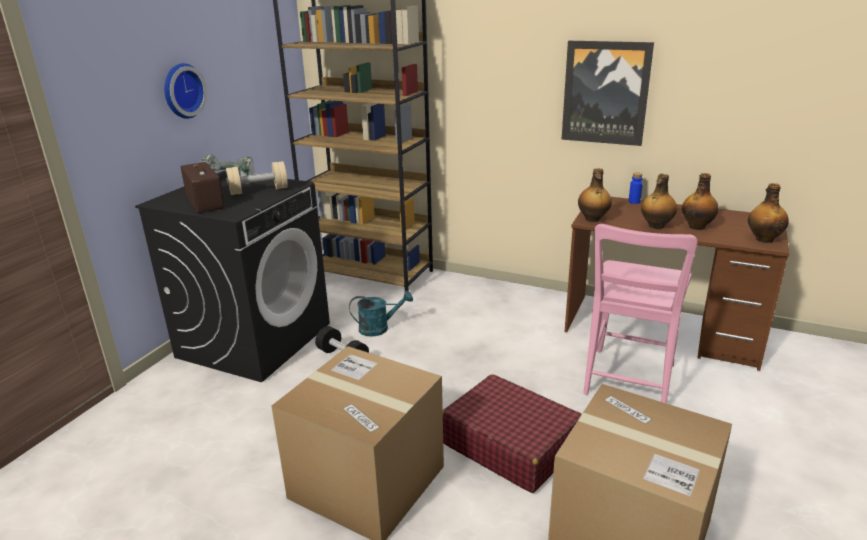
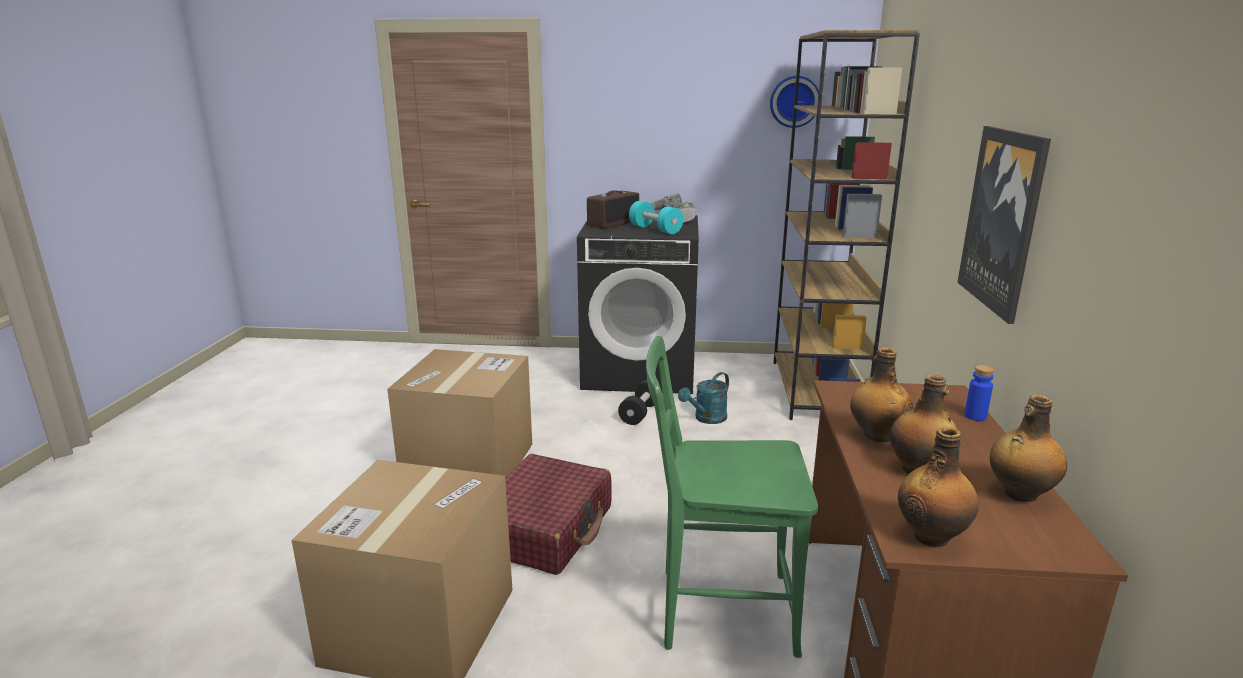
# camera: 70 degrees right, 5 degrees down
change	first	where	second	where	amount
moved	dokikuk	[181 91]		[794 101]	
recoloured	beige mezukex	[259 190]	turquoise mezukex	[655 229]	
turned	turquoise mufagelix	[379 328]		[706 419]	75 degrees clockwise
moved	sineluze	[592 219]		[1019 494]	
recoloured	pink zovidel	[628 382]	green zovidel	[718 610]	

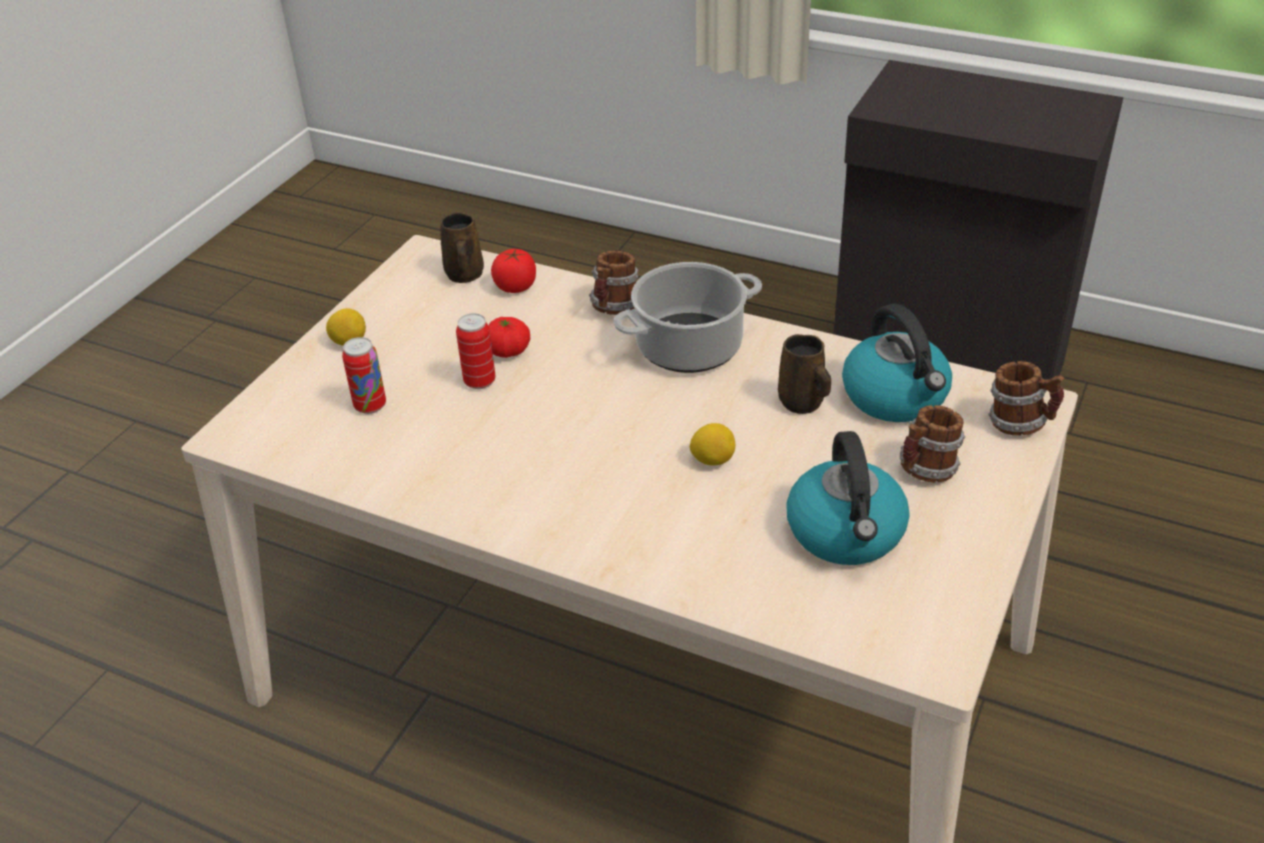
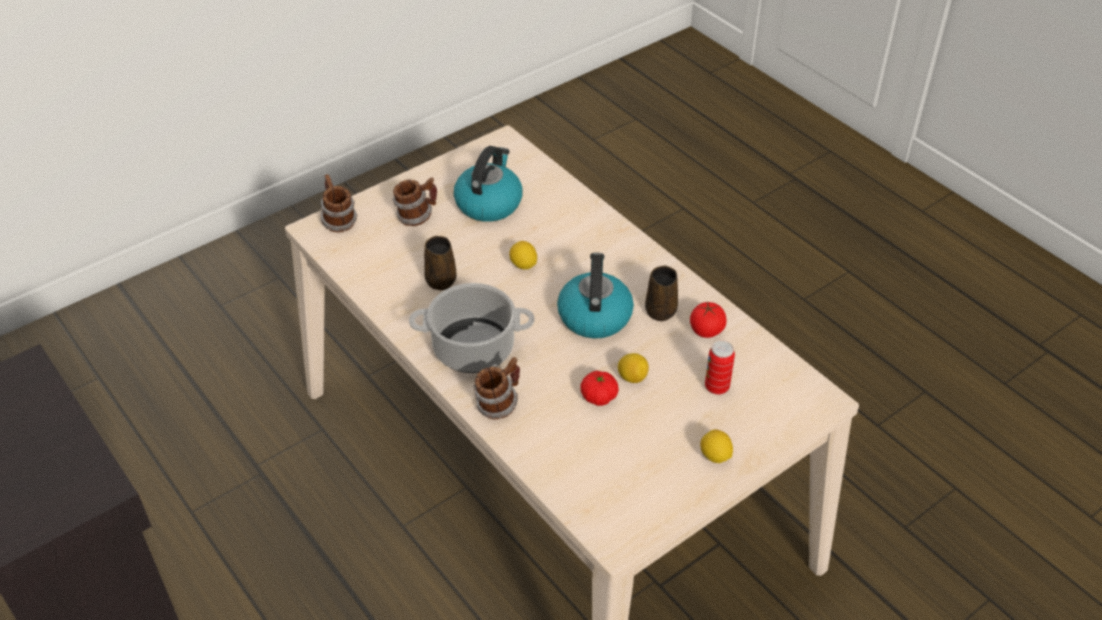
# camera: 155 degrees left, 5 degrees up
change	first	where	second	where	amount
moved	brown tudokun	[464 275]		[661 310]	
replaced	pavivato	[479 381]	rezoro	[632 377]	
moved	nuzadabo	[516 286]		[706 330]	
moved	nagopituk	[896 397]		[594 315]	

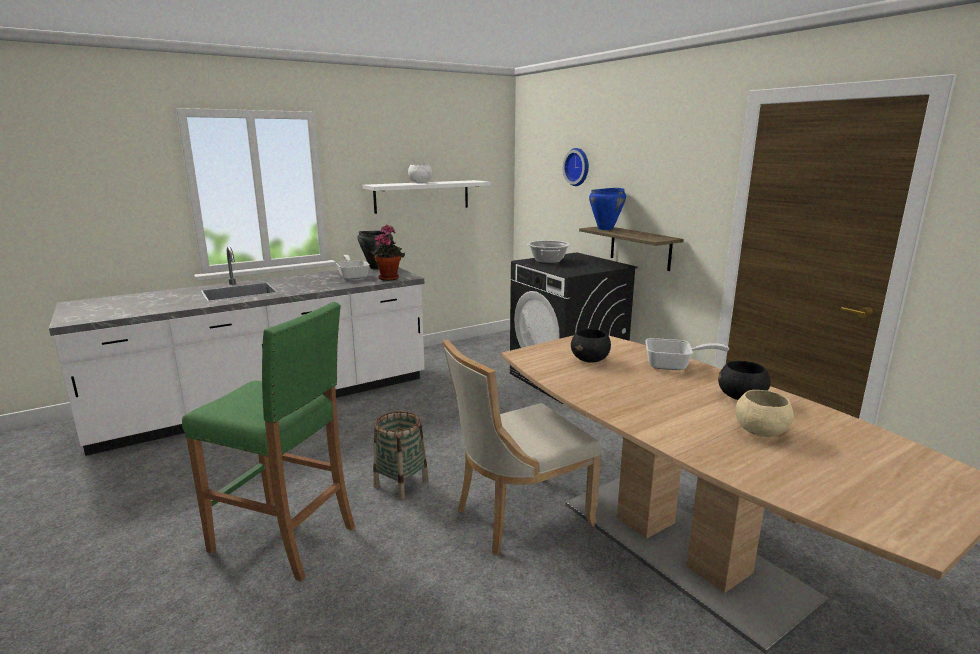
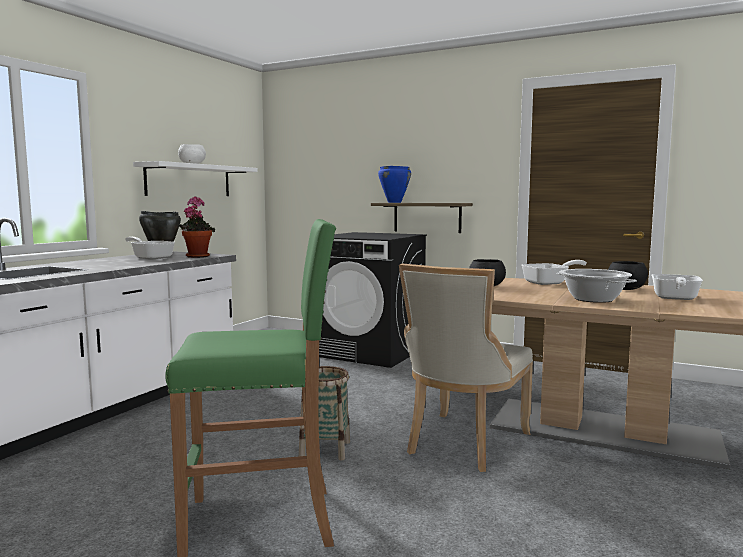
# camera: 30 degrees left, 10 degrees down
change	first	where	second	where	amount
moved	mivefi	[548 261]		[593 299]	
removed	dokikuk	[578 167]			
replaced	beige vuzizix	[759 432]	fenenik	[674 298]	

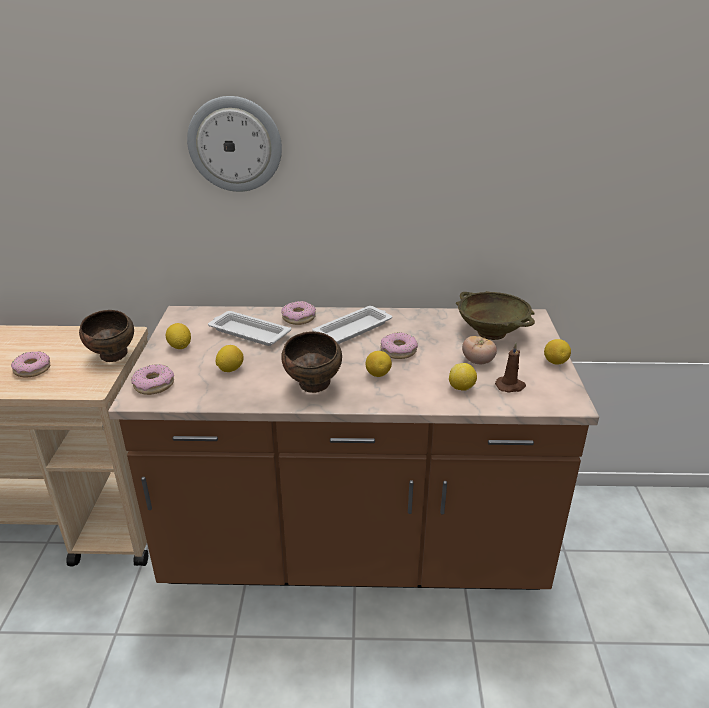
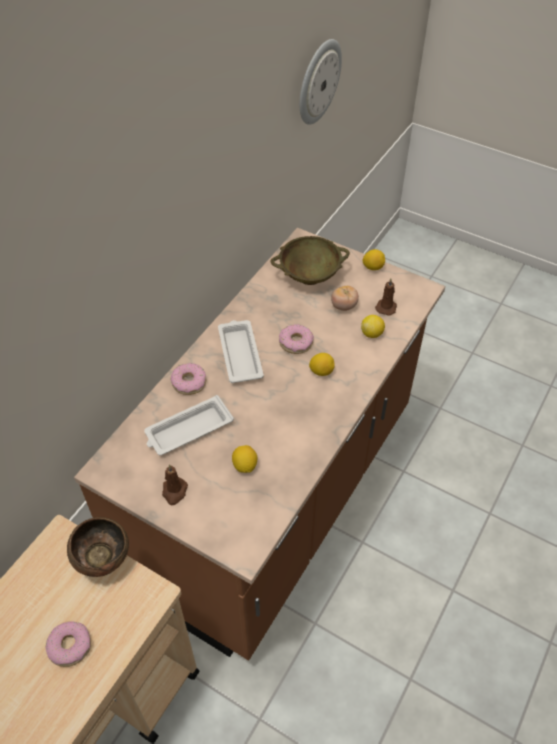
# camera: 60 degrees left, 20 degrees up
change	first	where	second	where	amount
removed	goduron	[154 385]			
replaced	rezoro	[180 347]	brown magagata	[174 492]	
moved	dokikuk	[235 144]		[318 81]	
removed	brown vuzizix	[314 387]			

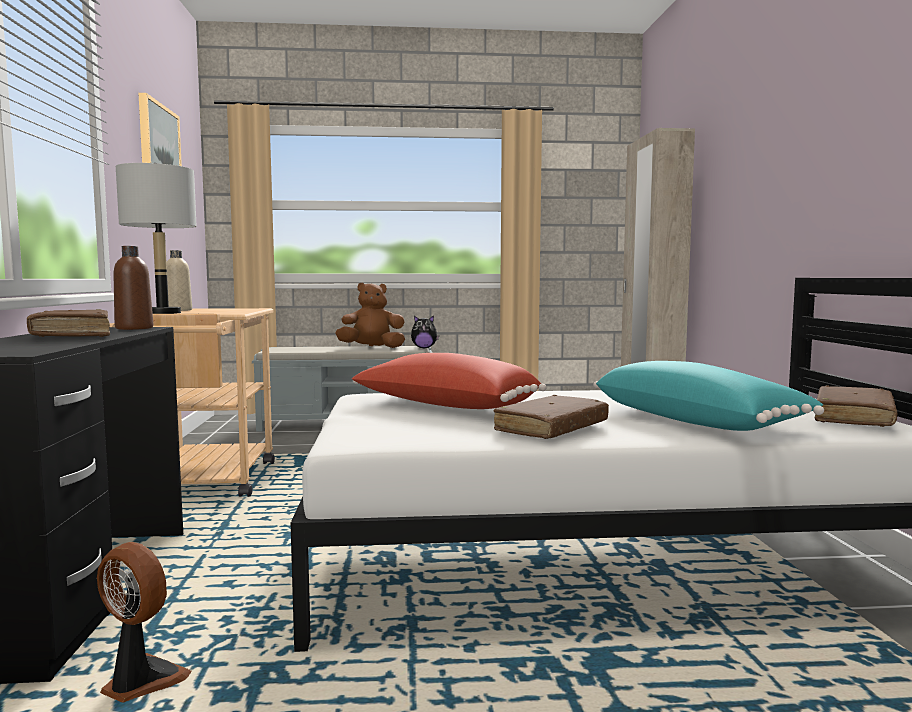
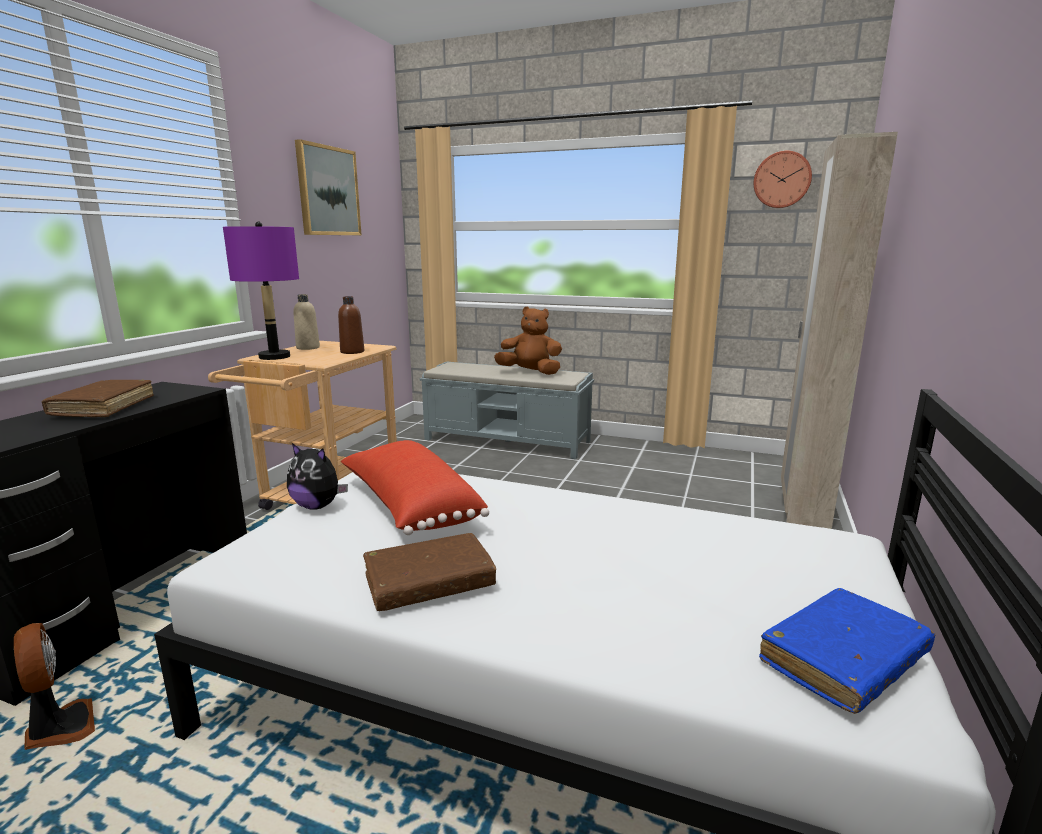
# camera: 25 degrees right, 10 degrees up
change	first	where	second	where	amount
moved	brown sineluze	[134 328]		[352 352]	
recoloured	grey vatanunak	[163 313]	purple vatanunak	[275 357]	
moved	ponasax	[424 348]		[317 506]	
removed	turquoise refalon	[697 421]			
recoloured	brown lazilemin	[853 417]	blue lazilemin	[843 660]	
added			dokikuk	[781 180]	

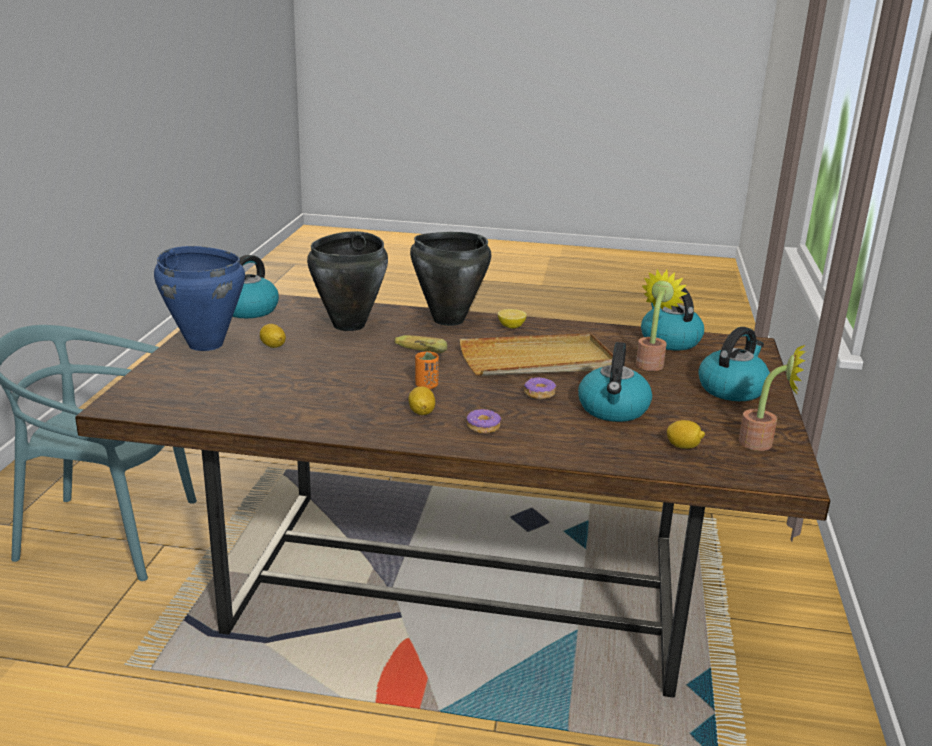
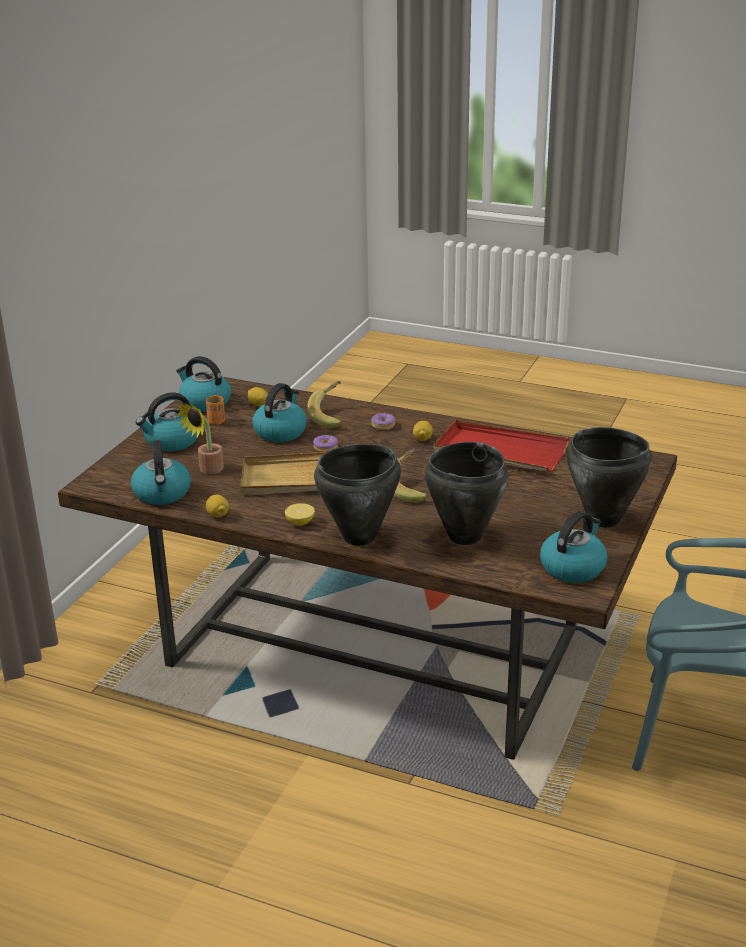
# camera: 165 degrees left, 5 degrees up
change	first	where	second	where	amount
recoloured	blue mivefi	[206 344]	black mivefi	[604 519]	
moved	rezoro	[273 346]		[218 515]	
moved	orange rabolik	[426 386]		[216 421]	
replaced	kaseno	[763 444]	nagopituk	[204 402]	
added			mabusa	[332 416]	
added			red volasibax	[500 451]	

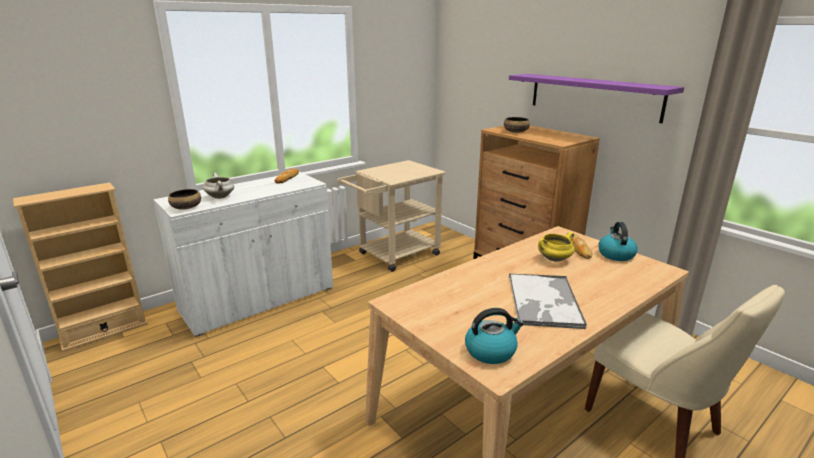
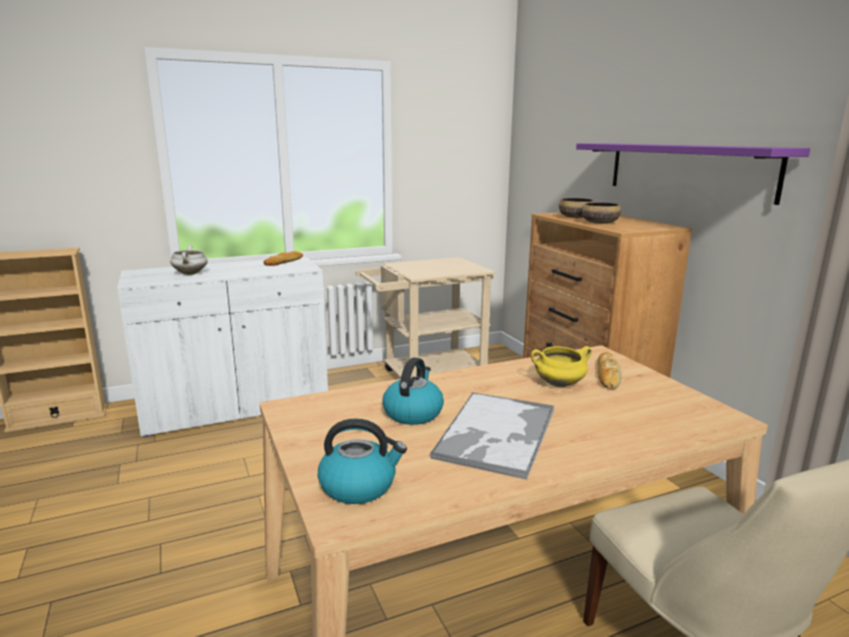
# camera: 15 degrees right, 5 degrees down
change	first	where	second	where	amount
moved	vuzizix	[186 207]		[600 223]	
moved	nagopituk	[615 254]		[413 412]	

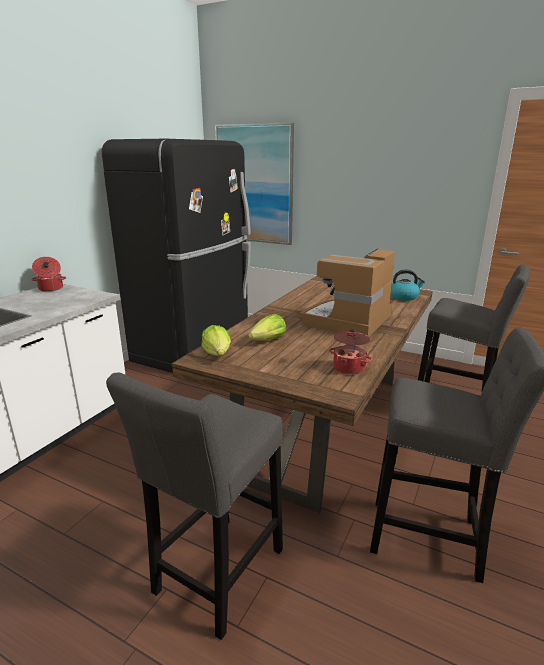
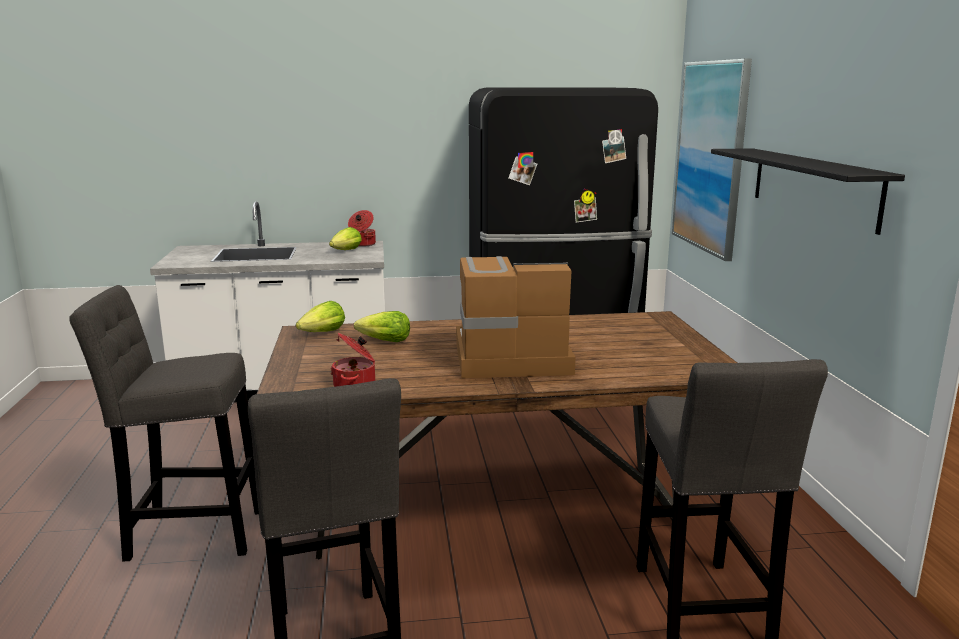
# camera: 55 degrees right, 5 degrees down
change	first	where	second	where	amount
removed	nagopituk	[404 297]			
added			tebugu	[346 251]	
added			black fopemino	[813 186]	

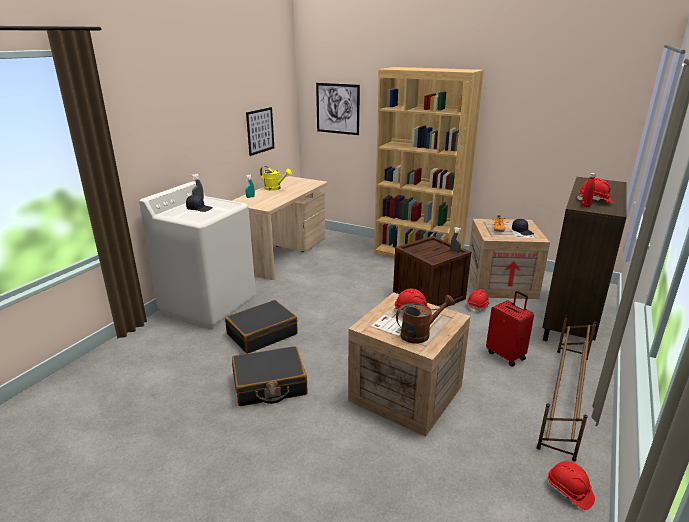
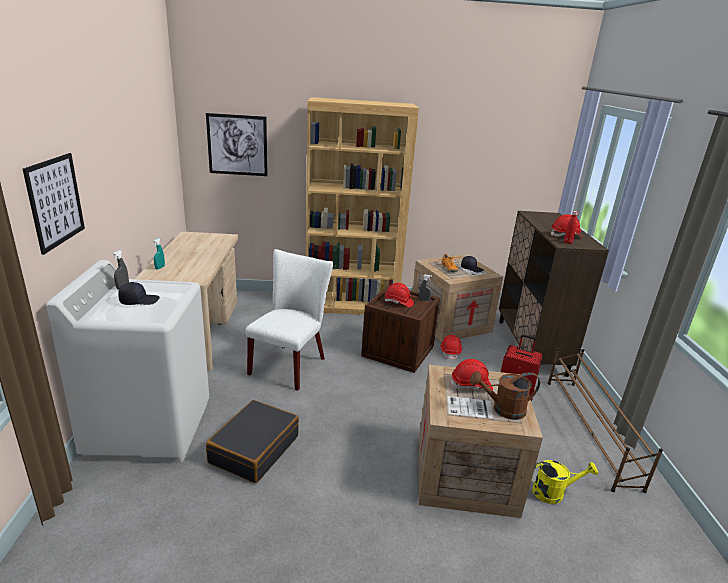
# camera: 30 degrees left, 0 degrees up
change	first	where	second	where	amount
removed	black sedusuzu	[269 385]			
moved	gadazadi	[260 131]		[55 201]	
moved	yellow mufagelix	[275 188]		[553 492]	
turned	brown mufagelix	[420 334]		[503 410]	135 degrees counterclockwise
moved	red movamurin	[569 491]		[398 302]	
added			white zovidel	[291 364]	

